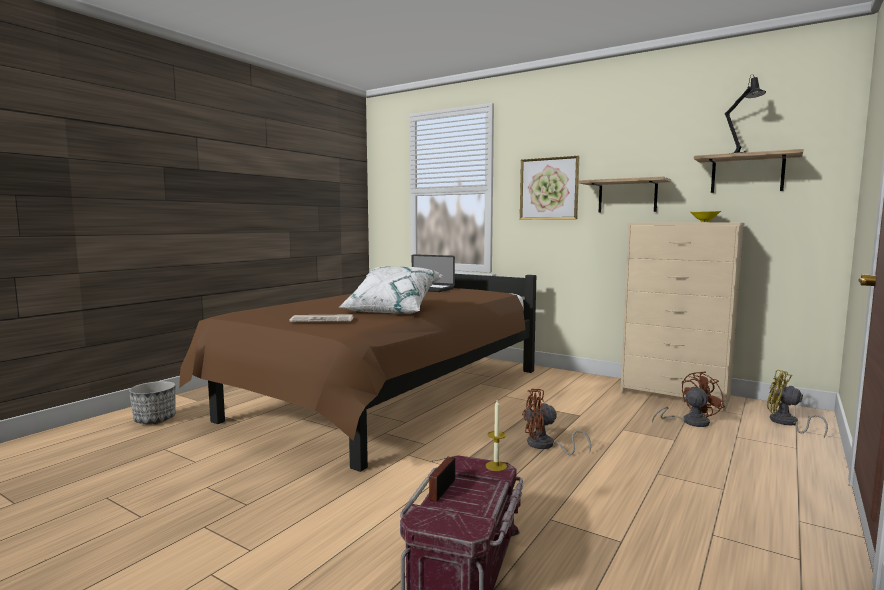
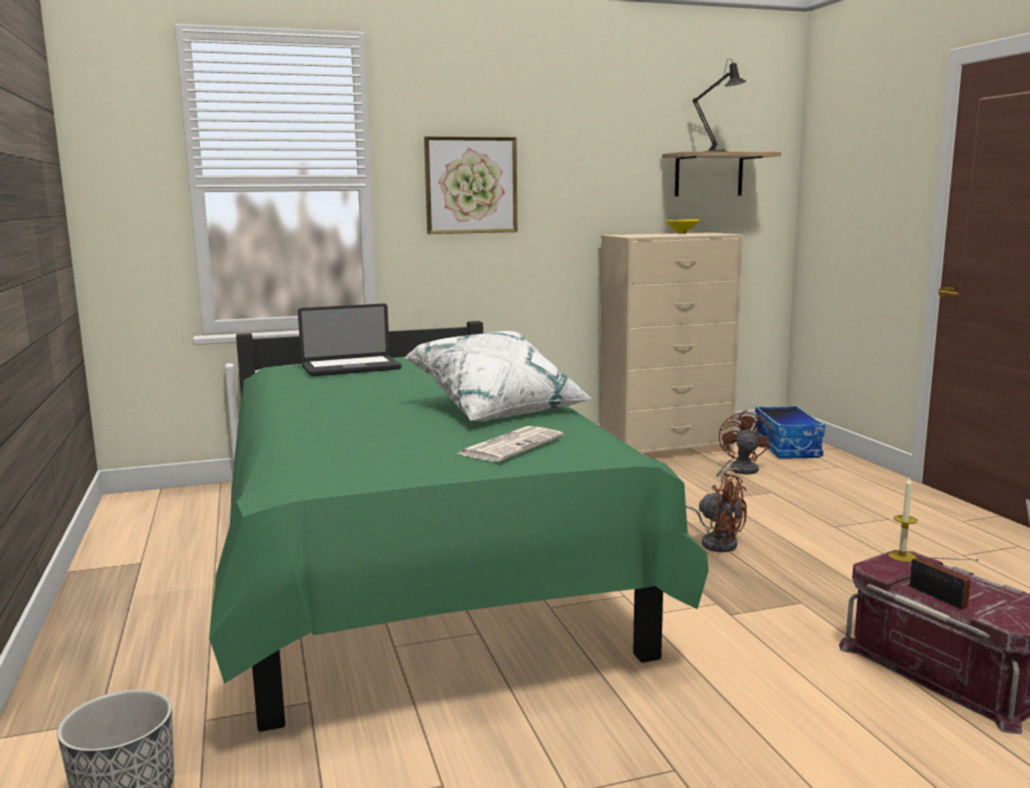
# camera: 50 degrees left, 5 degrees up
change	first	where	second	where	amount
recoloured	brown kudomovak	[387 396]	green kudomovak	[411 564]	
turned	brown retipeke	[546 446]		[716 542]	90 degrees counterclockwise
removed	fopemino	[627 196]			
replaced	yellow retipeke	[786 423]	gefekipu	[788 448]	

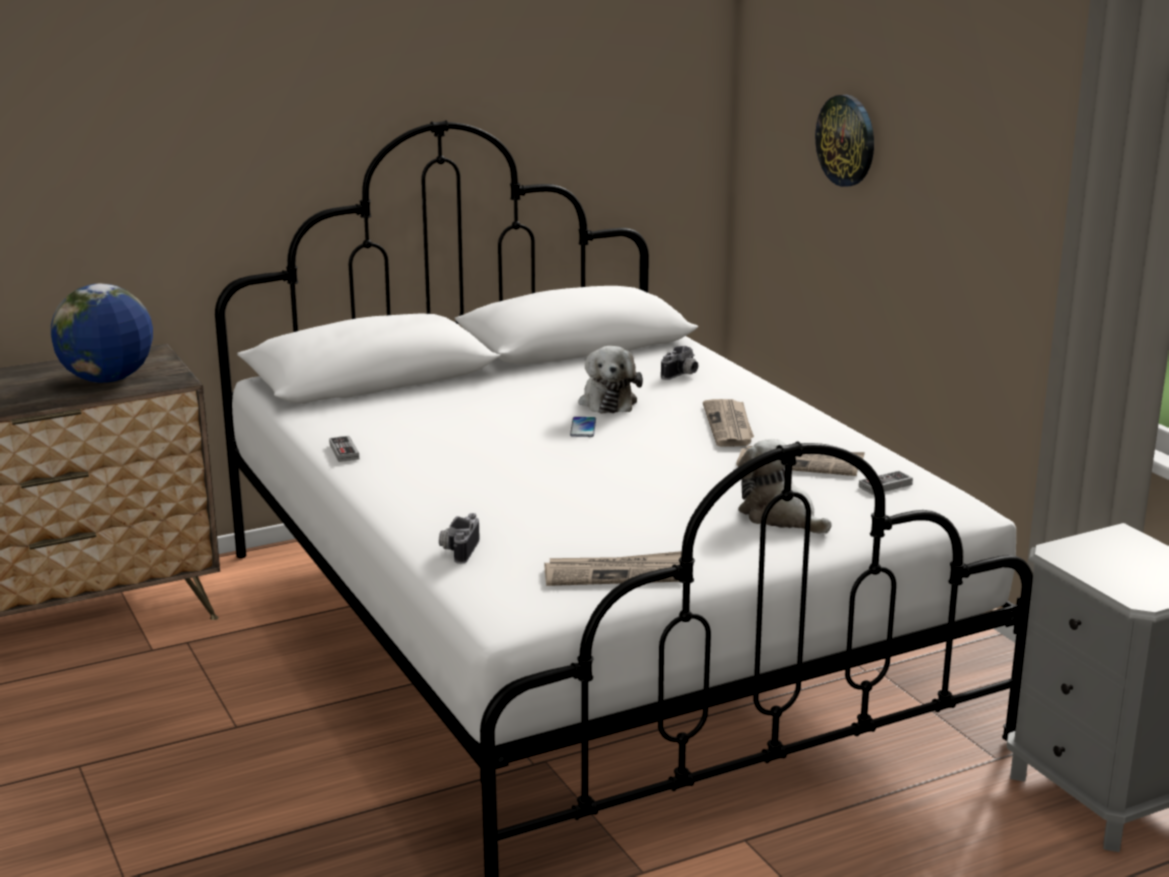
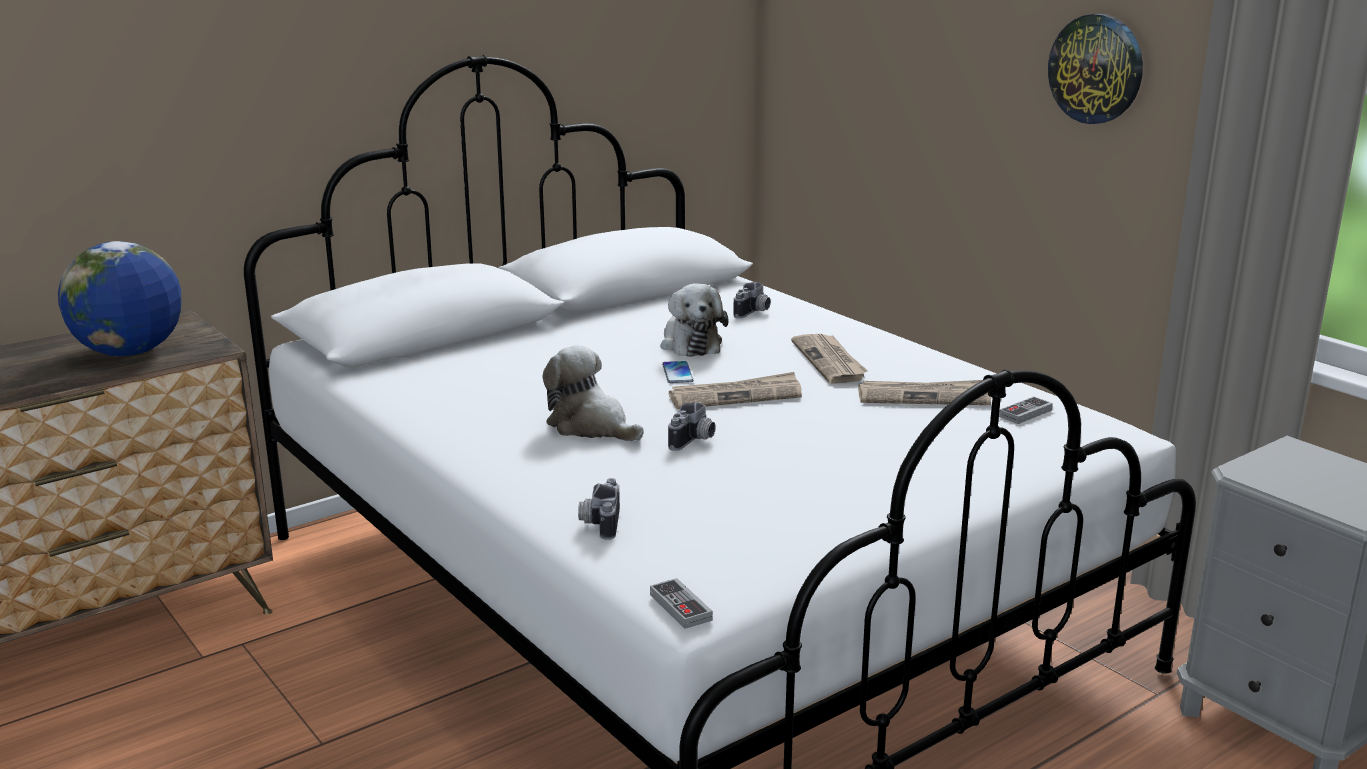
# camera: 10 degrees left, 0 degrees up
change	first	where	second	where	amount
moved	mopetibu	[344 451]		[680 607]	
moved	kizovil	[616 574]		[736 396]	
moved	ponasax	[780 516]		[591 426]	
moved	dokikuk	[846 140]		[1096 69]	
added			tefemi	[694 441]	

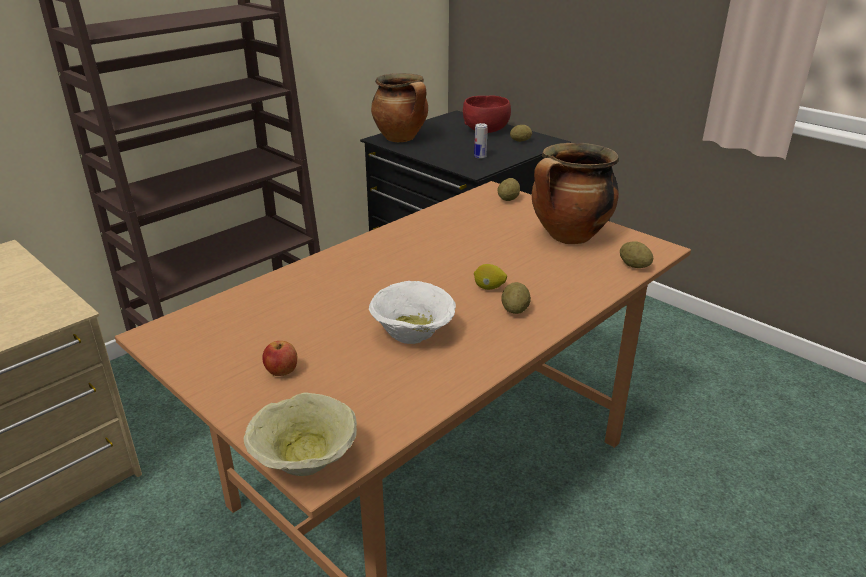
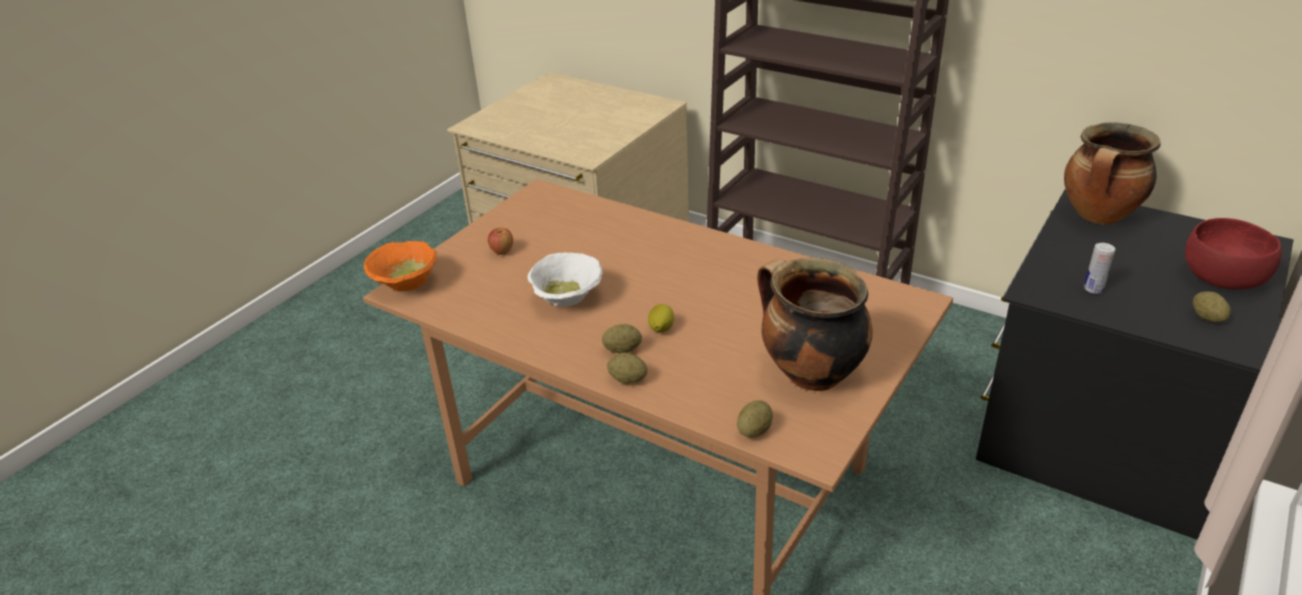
# camera: 80 degrees right, 5 degrees up
change	first	where	second	where	amount
recoloured	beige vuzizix	[302 461]	orange vuzizix	[406 283]	
moved	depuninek	[508 199]		[628 379]	

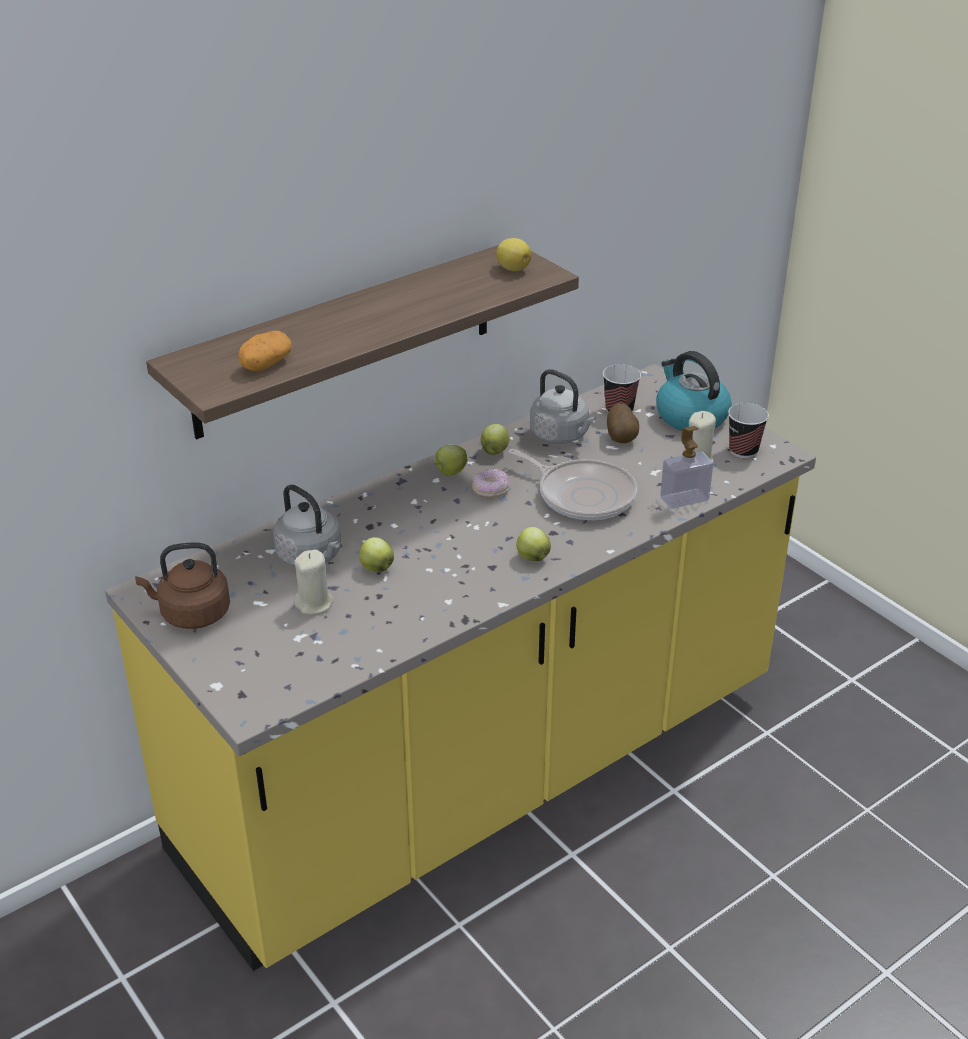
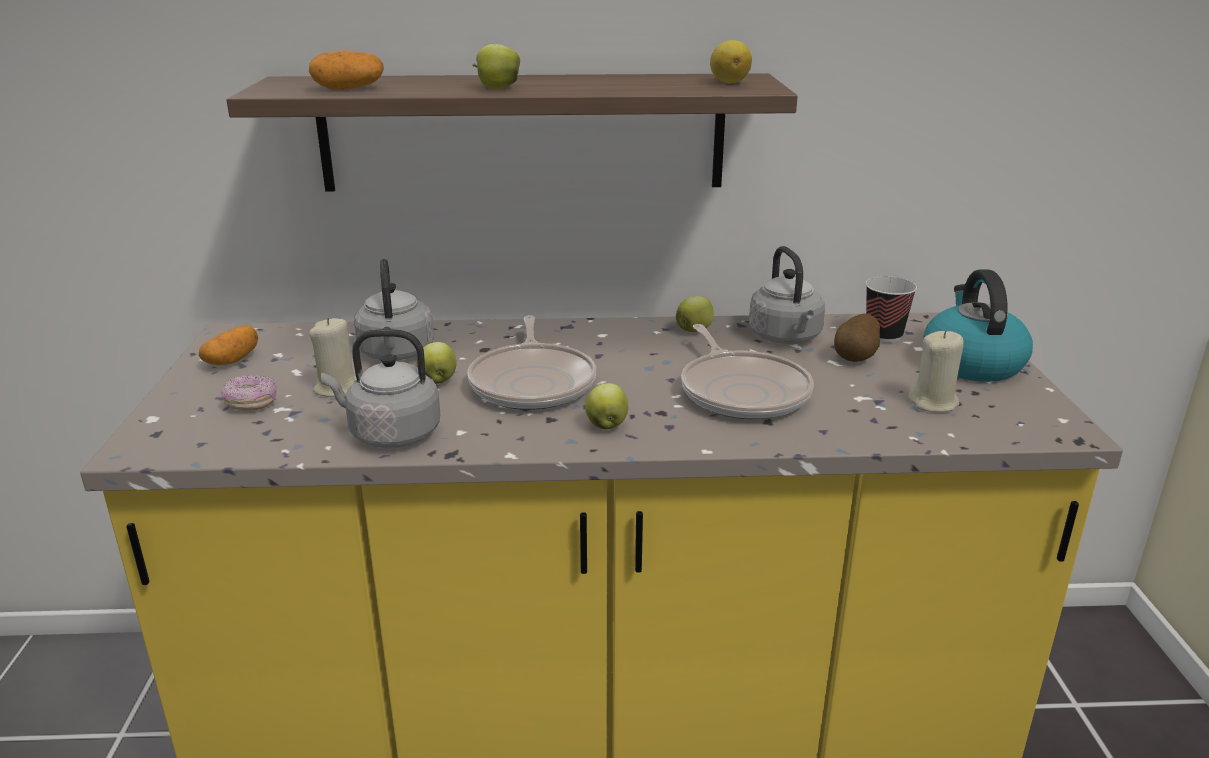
# camera: 35 degrees right, 10 degrees down
change	first	where	second	where	amount
replaced	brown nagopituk	[191 614]	depuninek	[232 360]	
moved	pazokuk	[450 472]		[497 88]	
moved	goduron	[491 491]		[251 404]	
removed	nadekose	[684 499]			
removed	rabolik	[743 450]			
added			grey nagopituk	[390 434]	
added			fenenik	[533 382]	

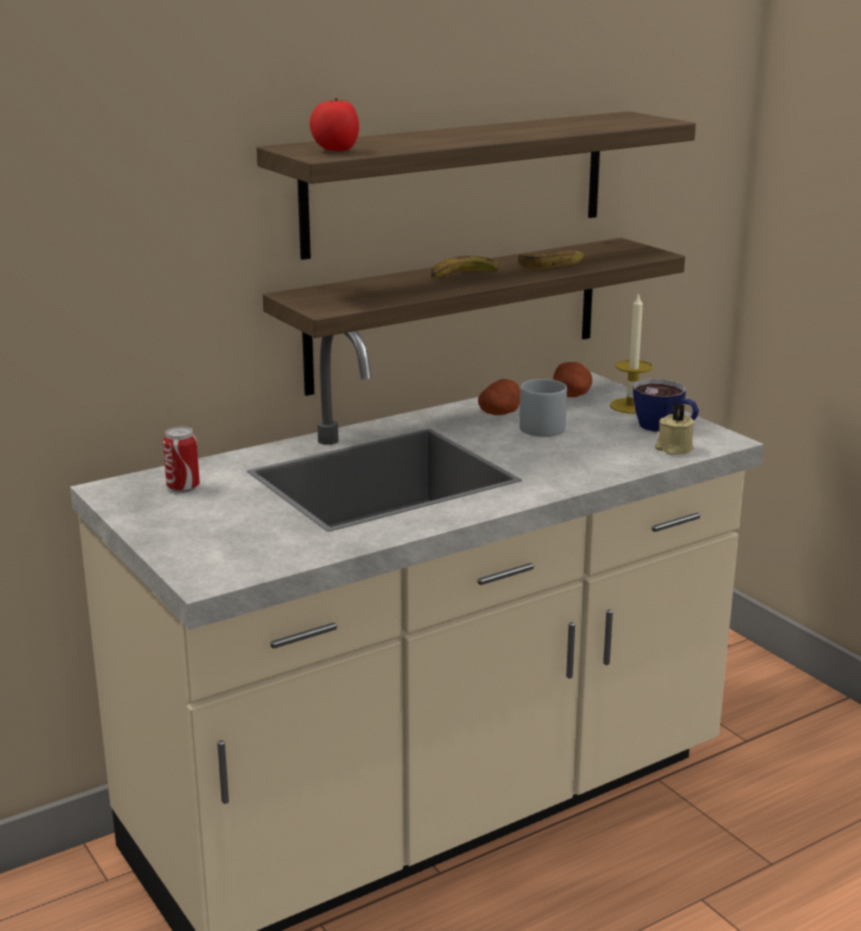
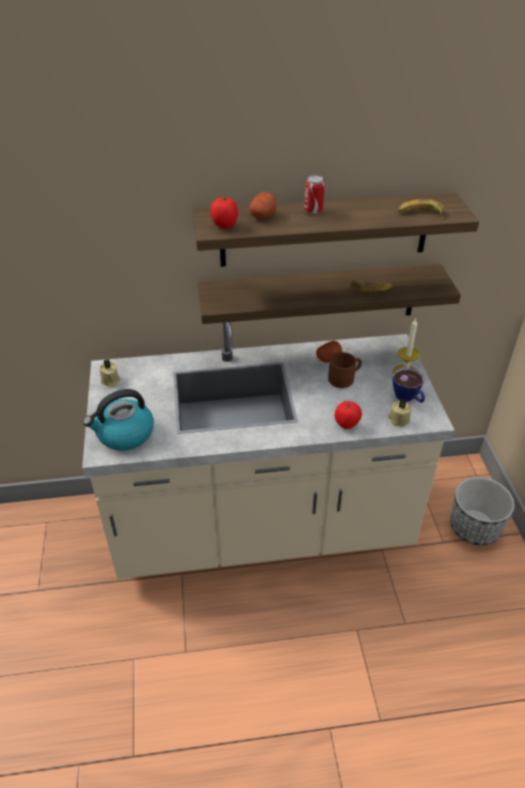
# camera: 25 degrees right, 20 degrees up
change	first	where	second	where	amount
moved	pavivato	[183 488]		[313 211]	
moved	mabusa	[463 276]		[420 212]	
recoloured	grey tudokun	[546 426]	brown tudokun	[344 377]	
moved	depuninek	[572 395]		[263 216]	
added			nagopituk	[124 434]	
added			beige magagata	[110 381]	
added			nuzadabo	[347 424]	
added			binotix	[474 527]	

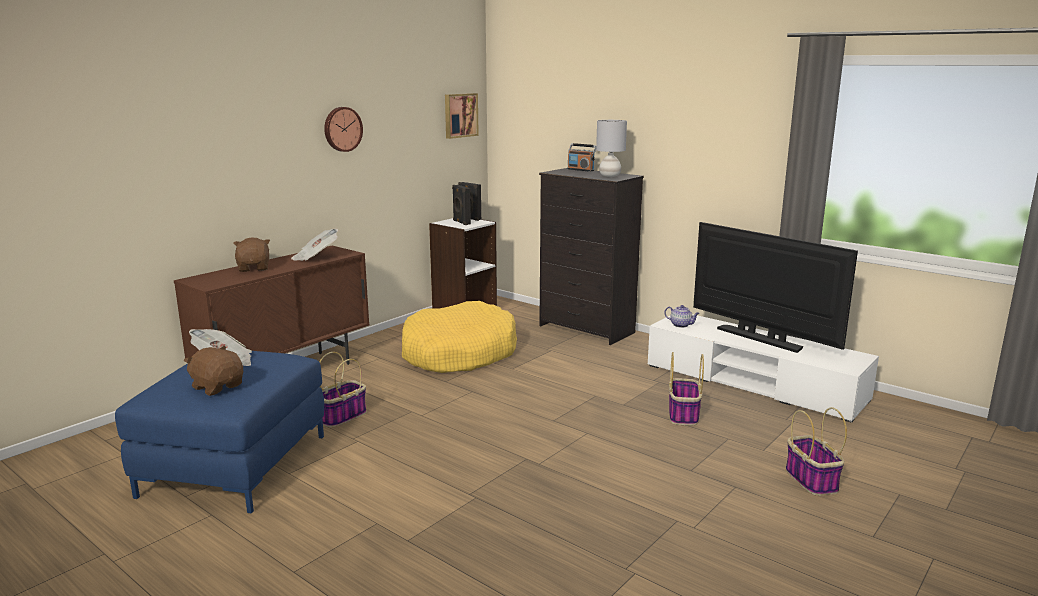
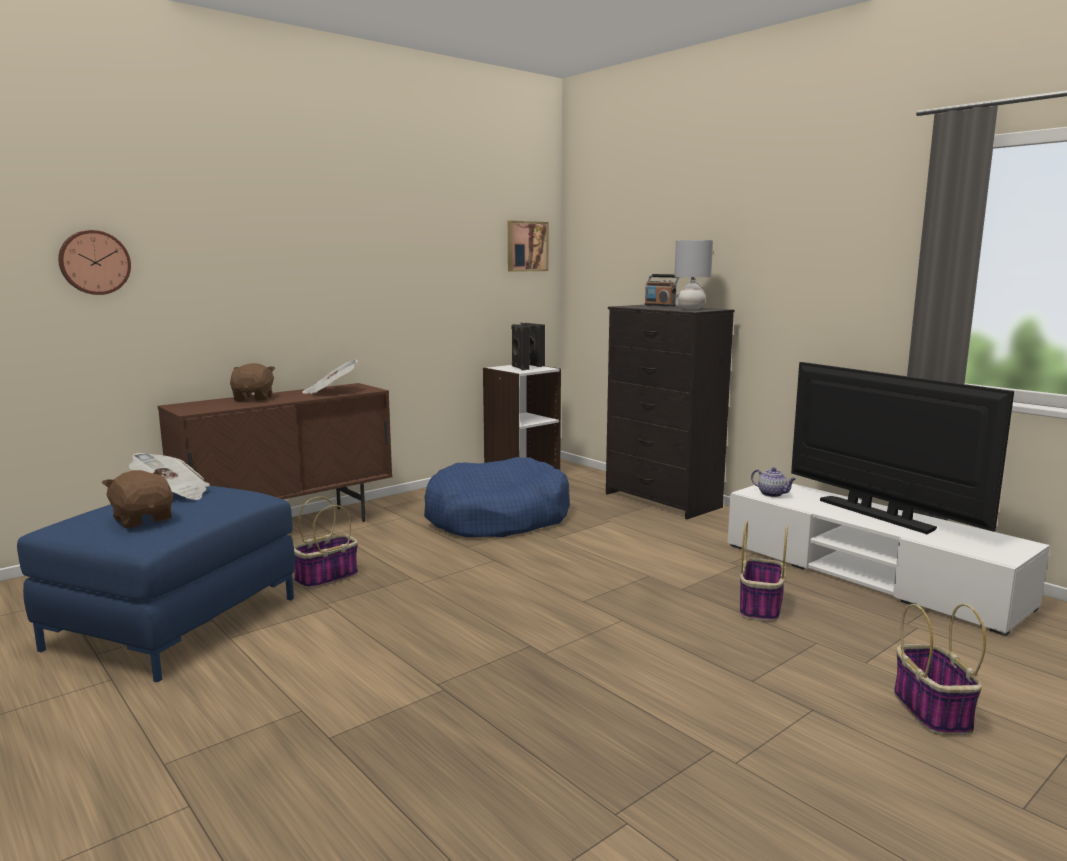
# camera: 10 degrees right, 5 degrees down
change	first	where	second	where	amount
moved	dokikuk	[342 129]		[94 262]	
recoloured	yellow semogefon	[458 353]	blue semogefon	[497 518]	

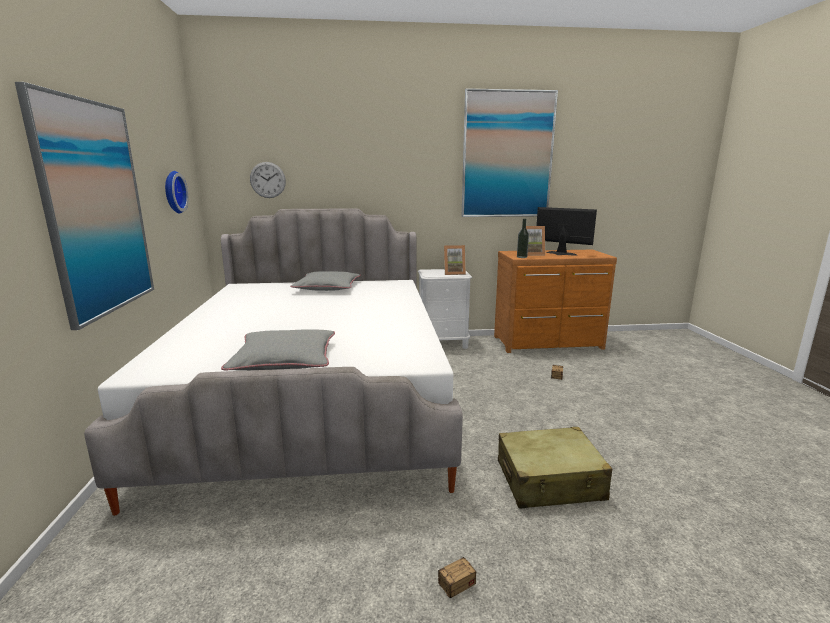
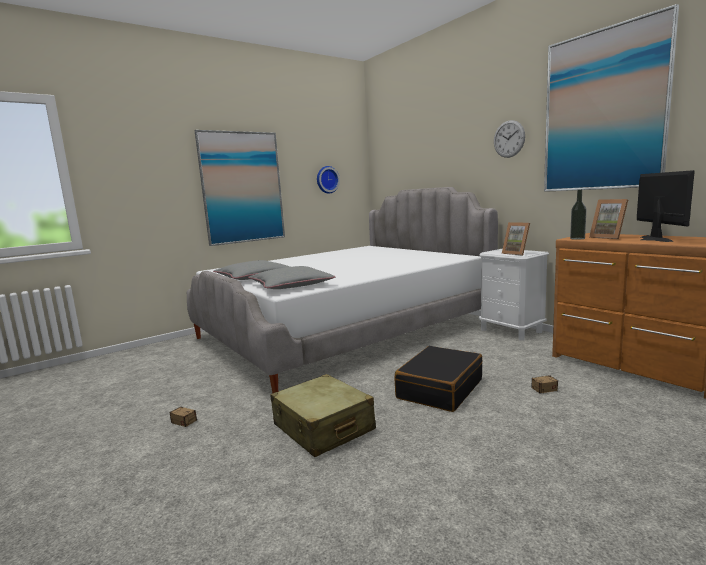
# camera: 60 degrees right, 5 degrees down
change	first	where	second	where	amount
moved	dokikuk	[267 180]		[509 139]	
moved	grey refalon	[327 287]		[291 285]	
added			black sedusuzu	[439 389]	

